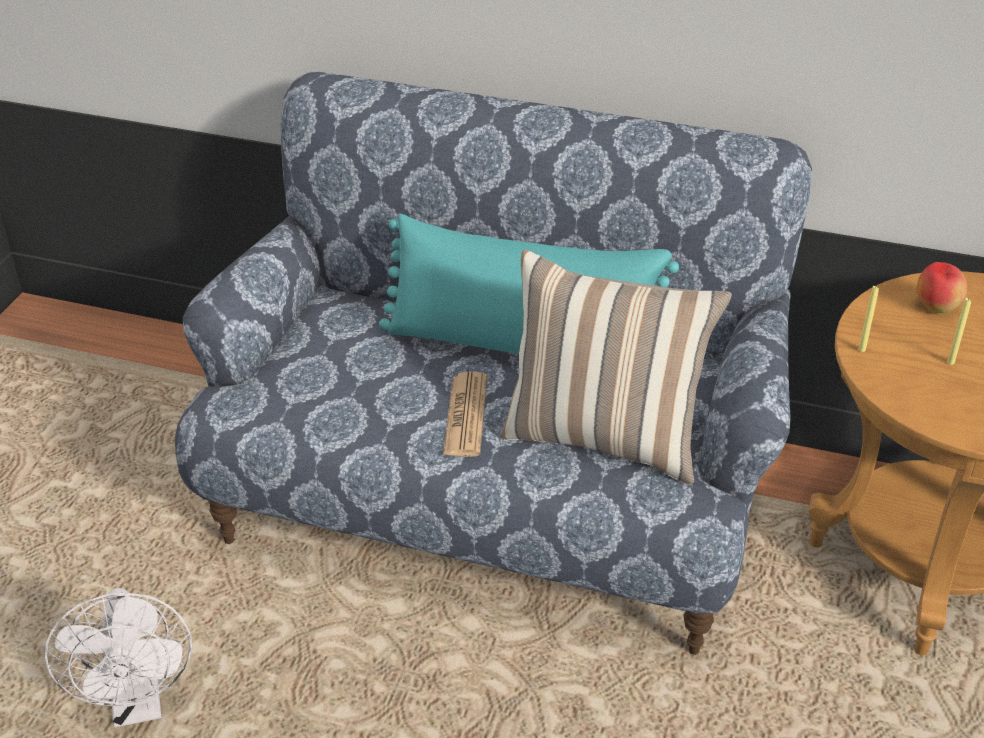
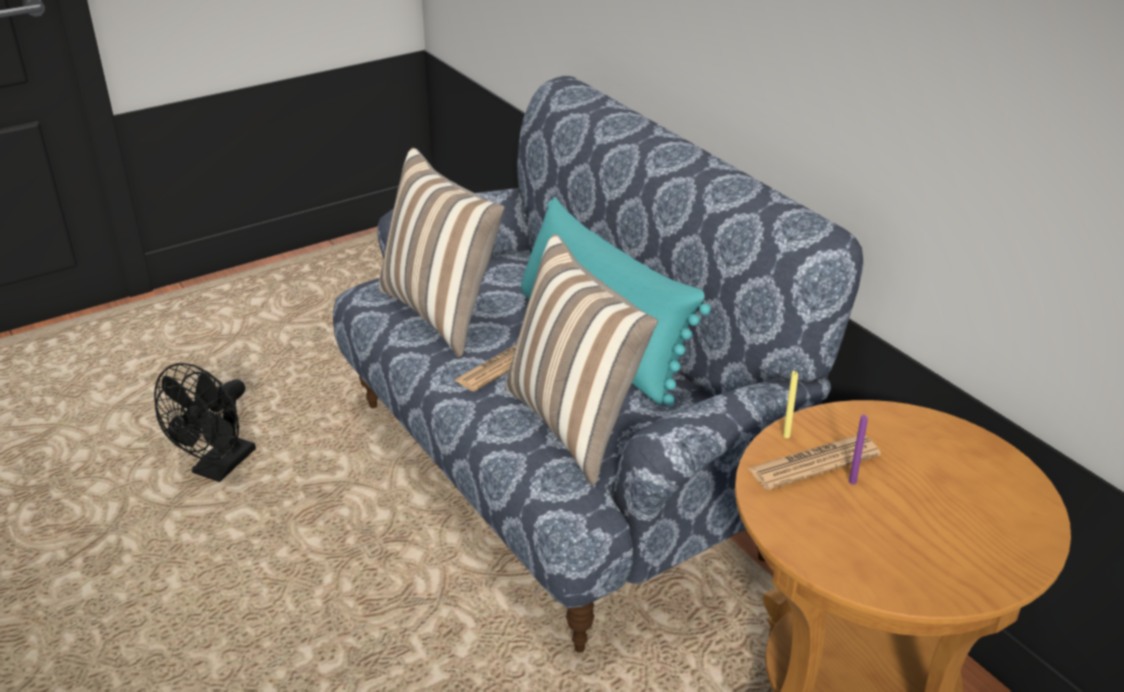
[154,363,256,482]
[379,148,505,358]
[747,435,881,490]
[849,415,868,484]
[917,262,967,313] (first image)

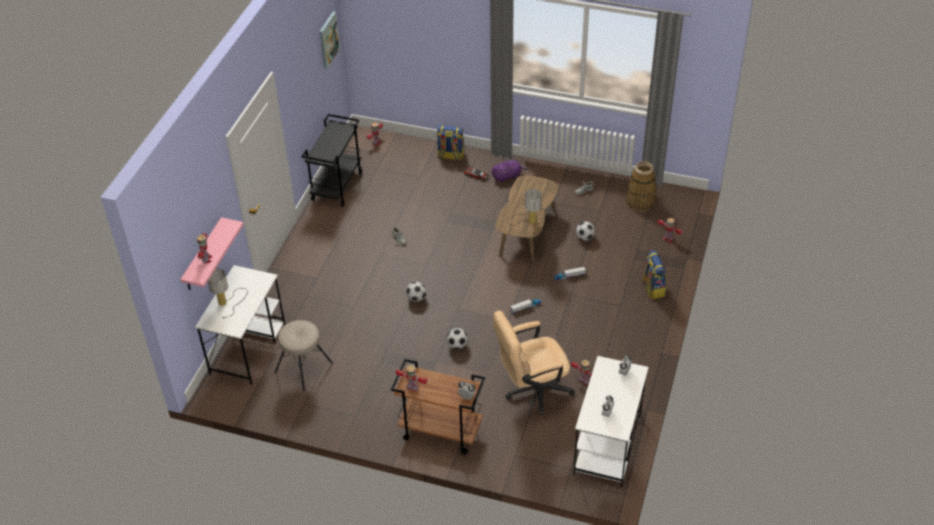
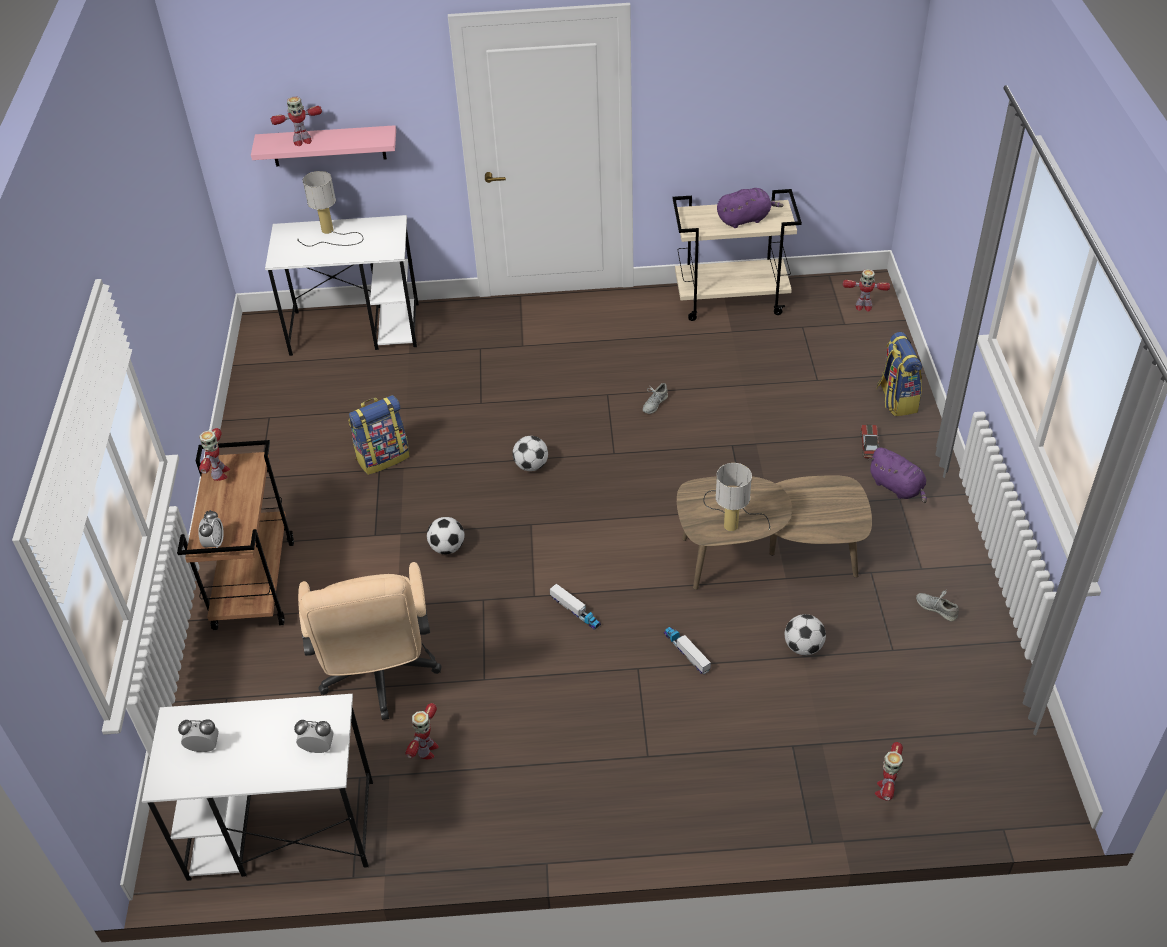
[298,562,442,720]
[348,395,410,475]
[673,189,802,321]
[717,188,783,228]
[274,320,333,391] (first image)
[319,12,340,68] (first image)
[626,161,656,212] (first image)

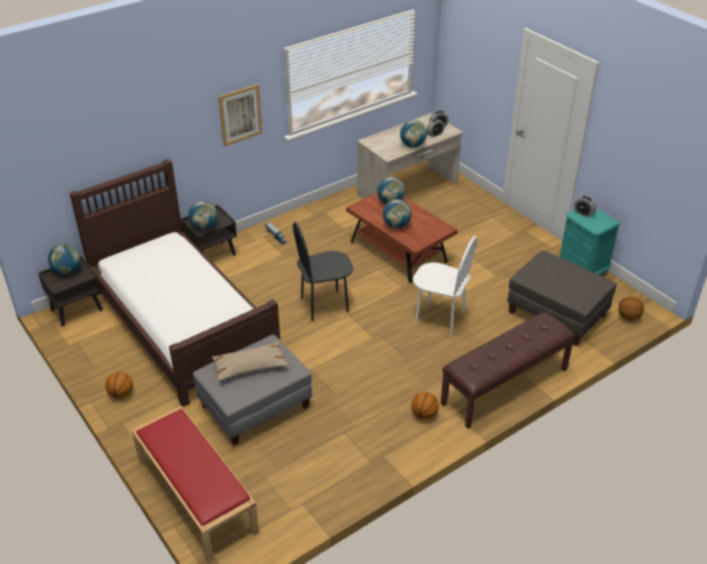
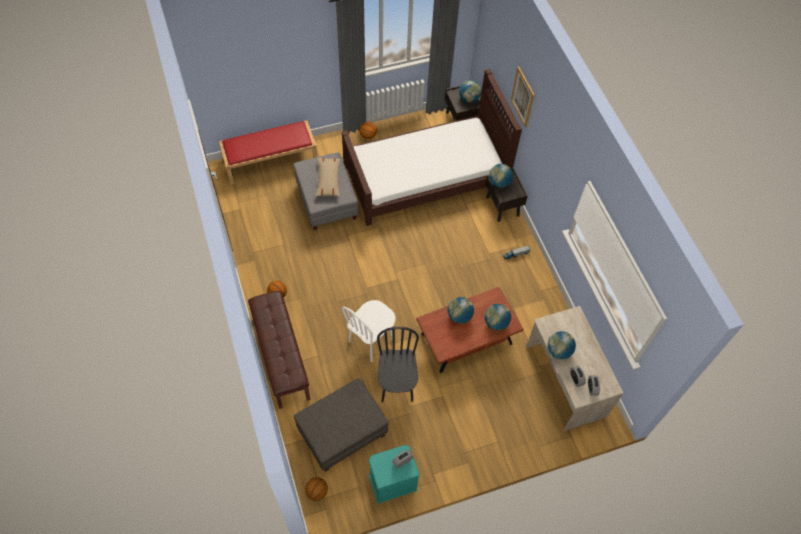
[377,327,419,403]
[511,67,535,128]

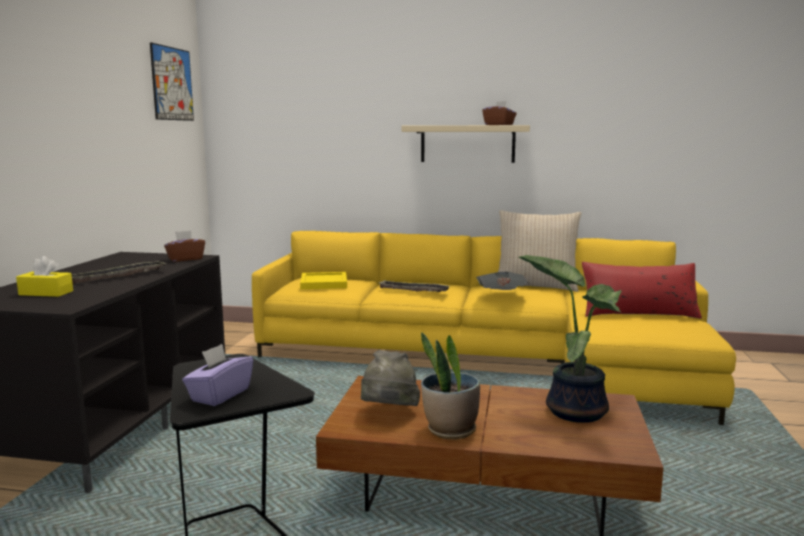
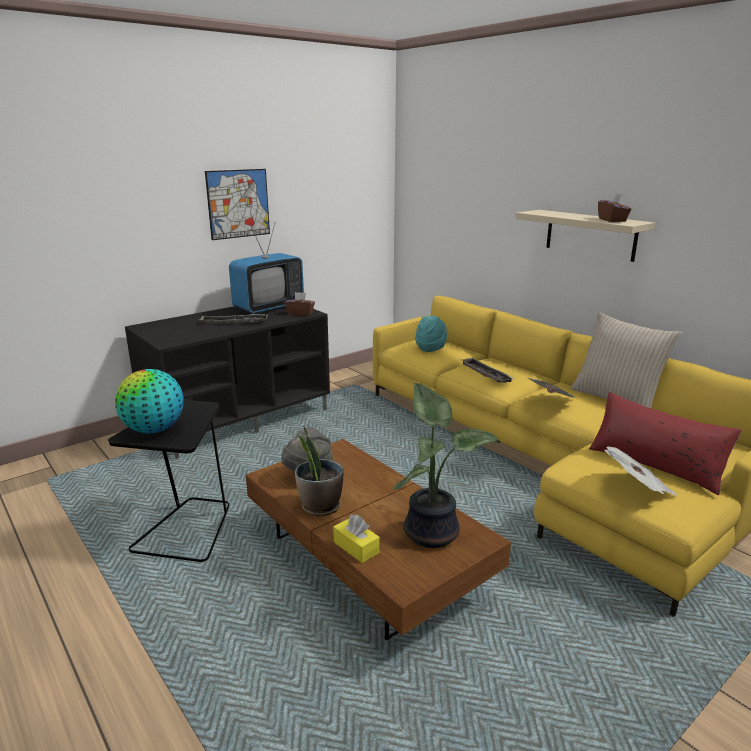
[115,369,183,434]
[205,169,270,240]
[229,222,304,314]
[333,514,380,563]
[415,315,447,352]
[604,447,678,495]

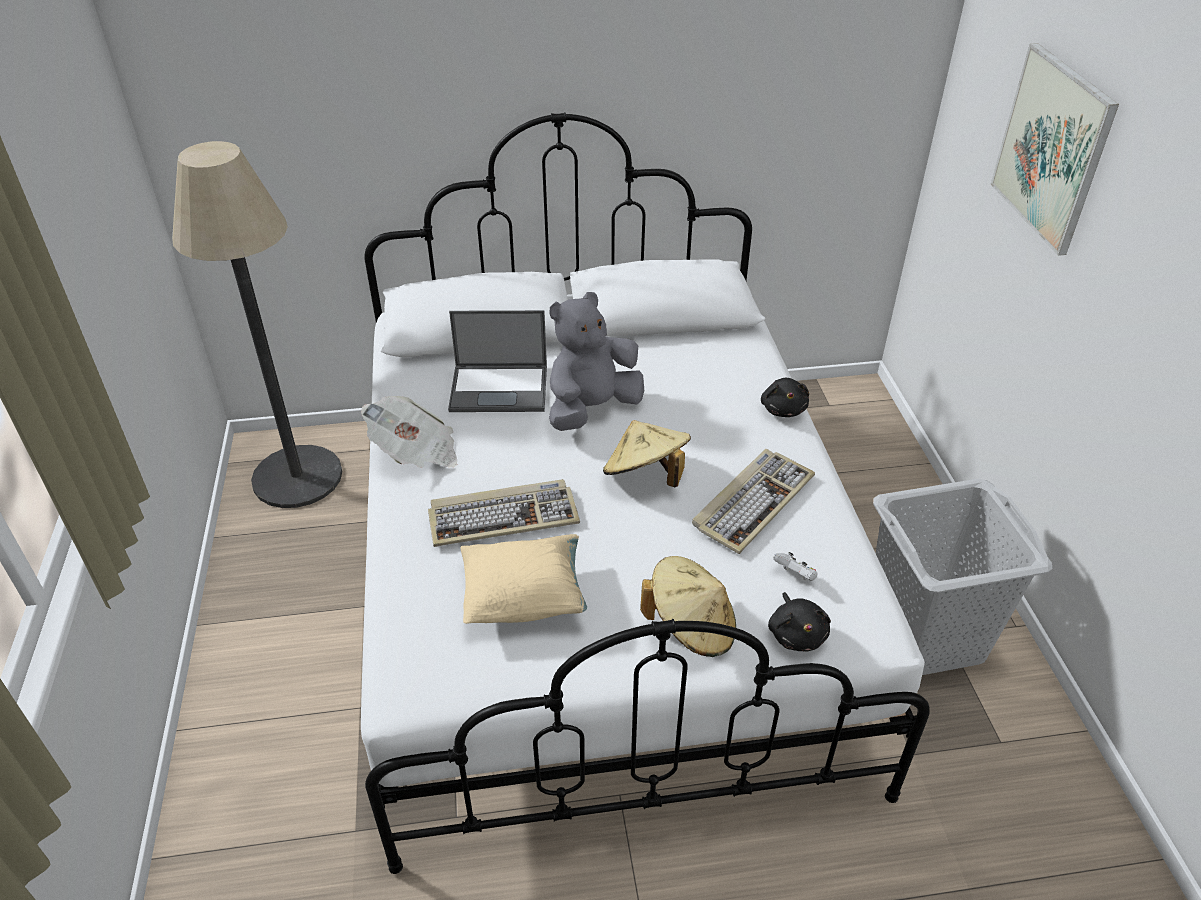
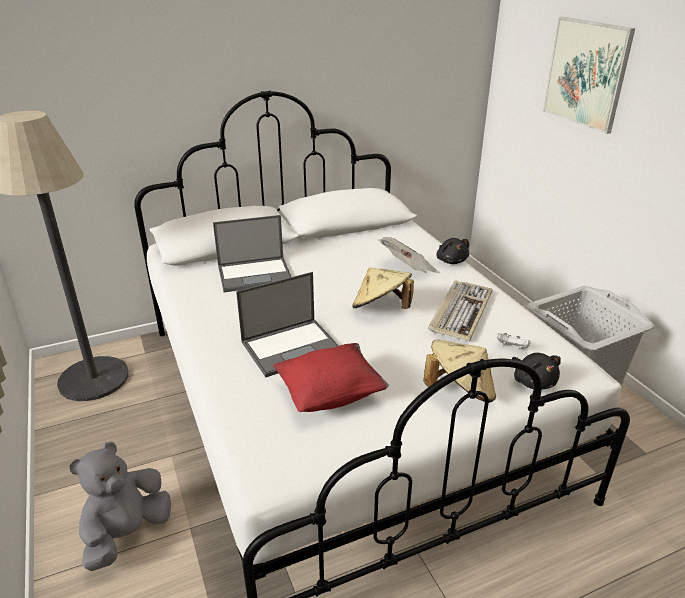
[70,442,171,571]
[236,272,339,377]
[273,343,389,412]
[378,237,440,273]

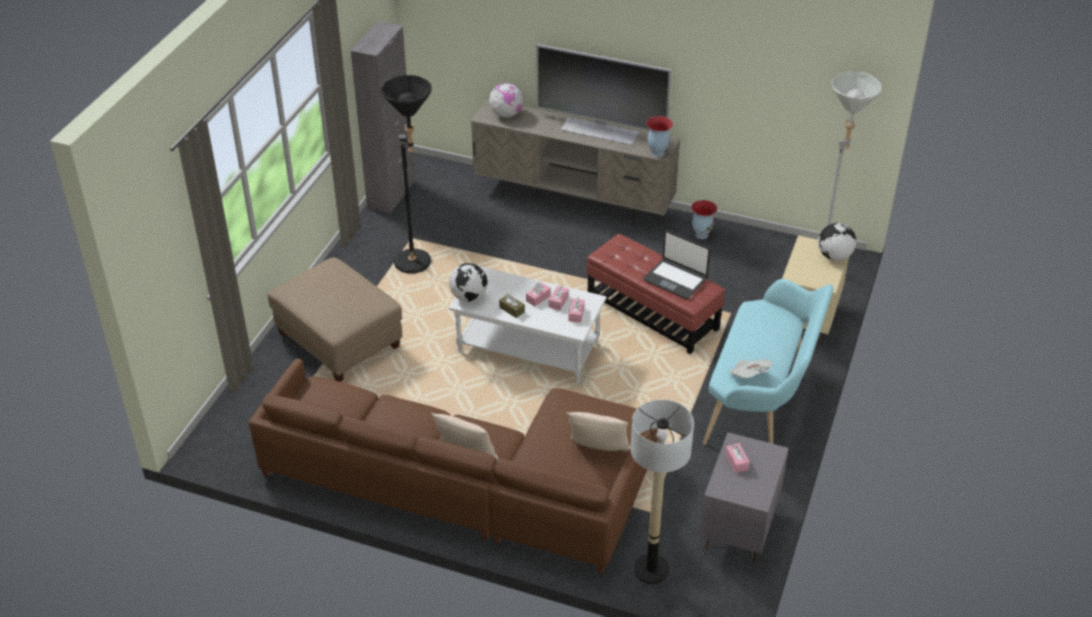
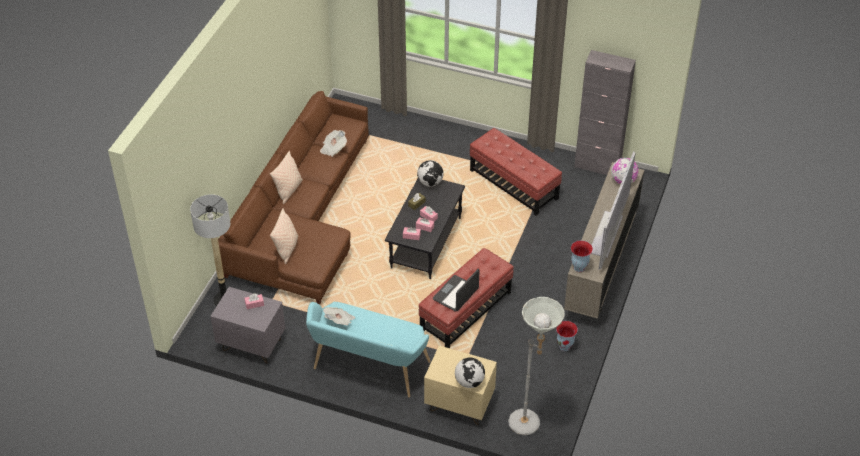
[320,130,347,157]
[385,179,465,279]
[470,128,562,216]
[267,257,402,382] (first image)

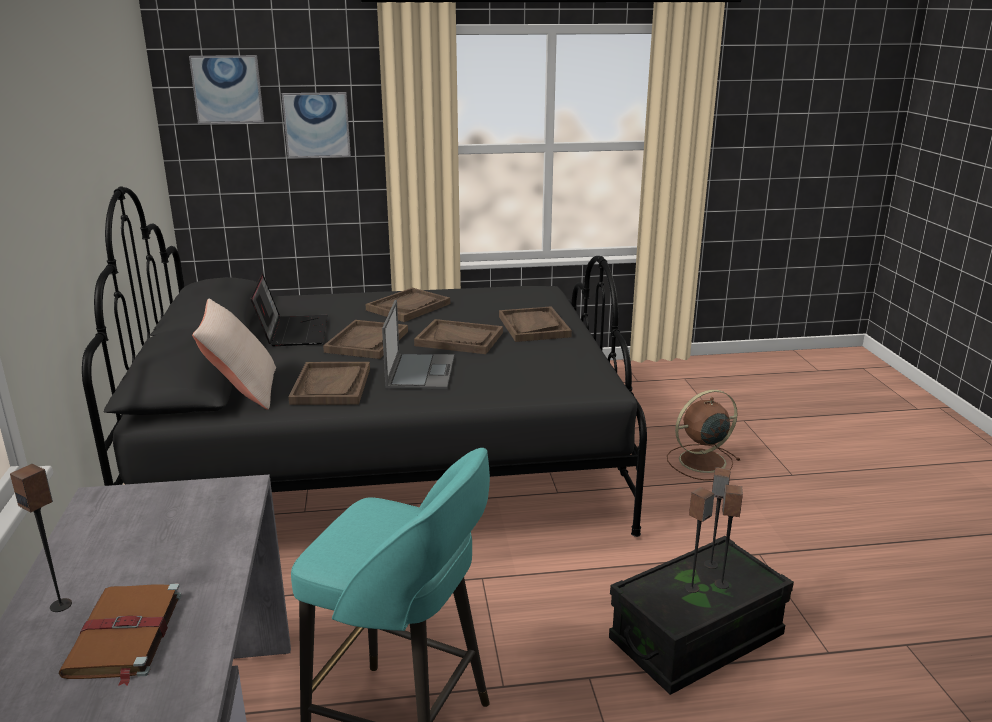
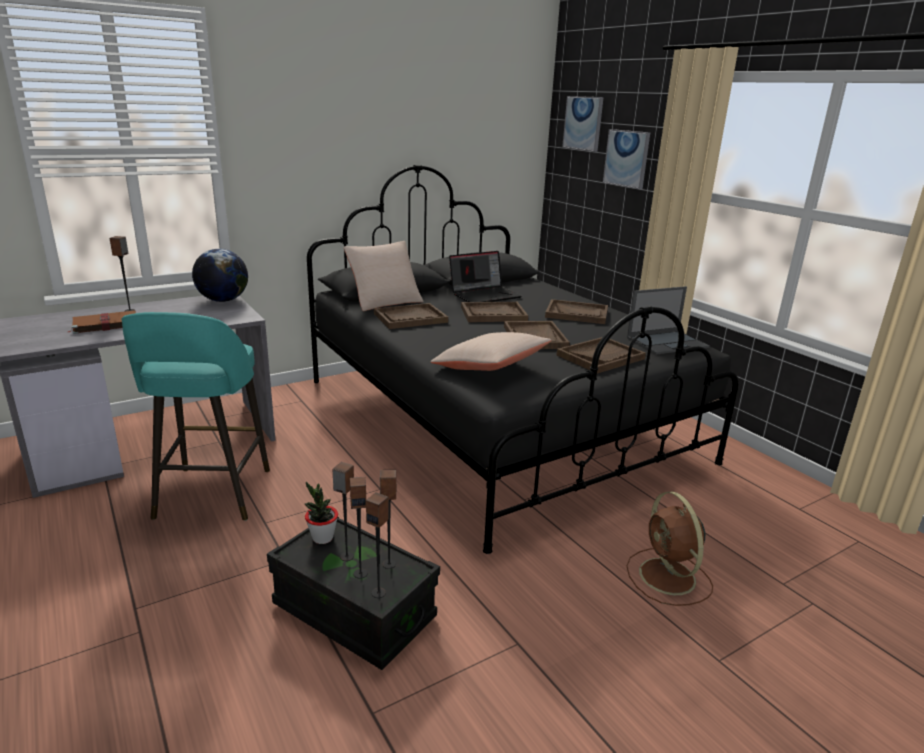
[192,249,248,302]
[304,482,338,544]
[366,492,389,598]
[430,332,552,371]
[627,286,710,355]
[627,492,713,606]

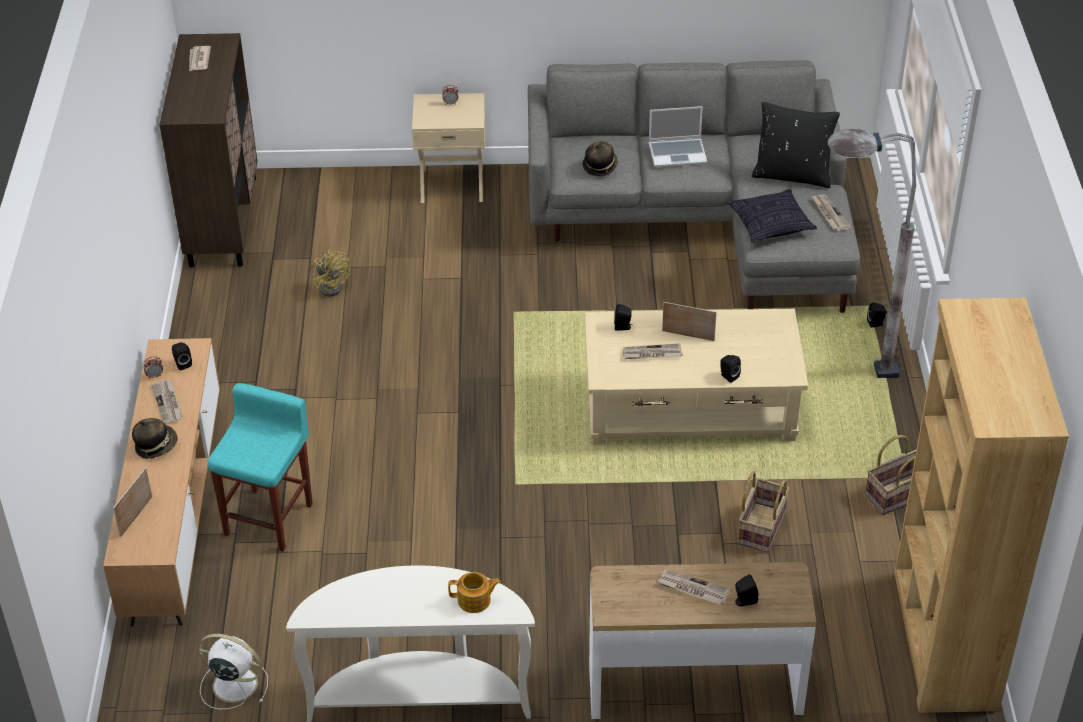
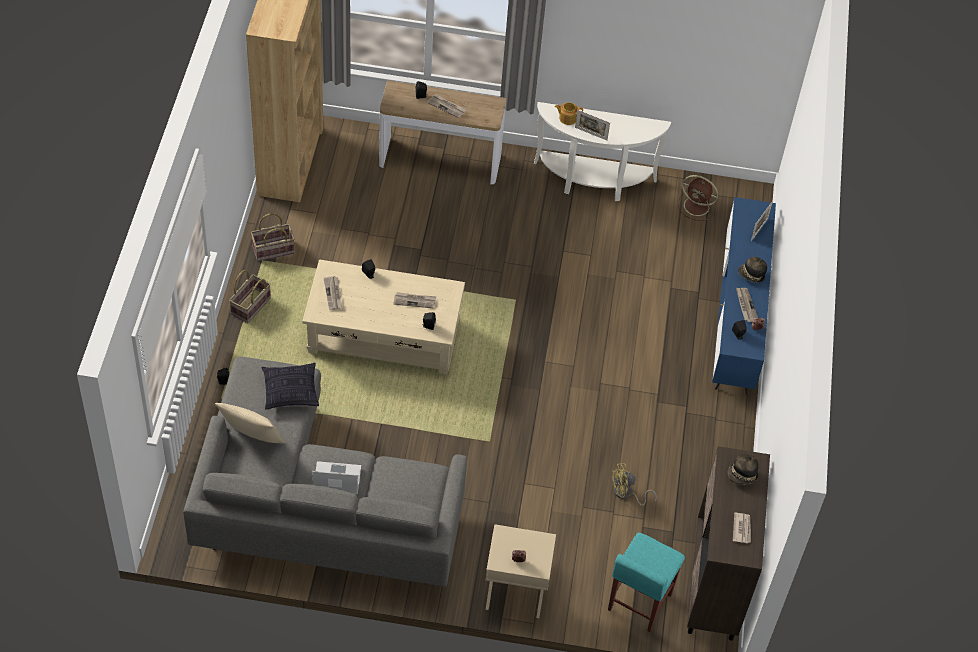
[215,403,286,444]
[229,270,271,323]
[323,276,342,310]
[575,110,610,140]
[608,533,685,632]
[611,463,657,506]
[678,175,718,221]
[712,197,776,395]
[728,454,759,485]
[828,129,916,378] (first image)

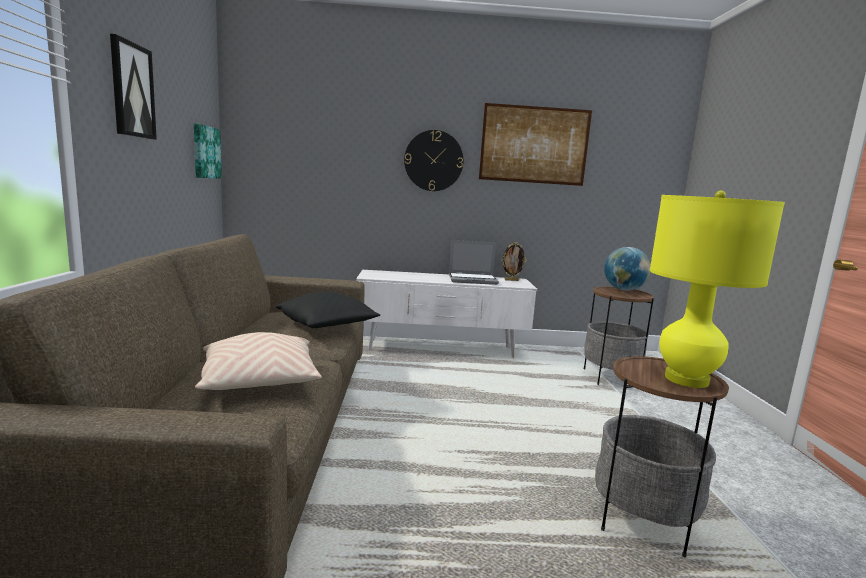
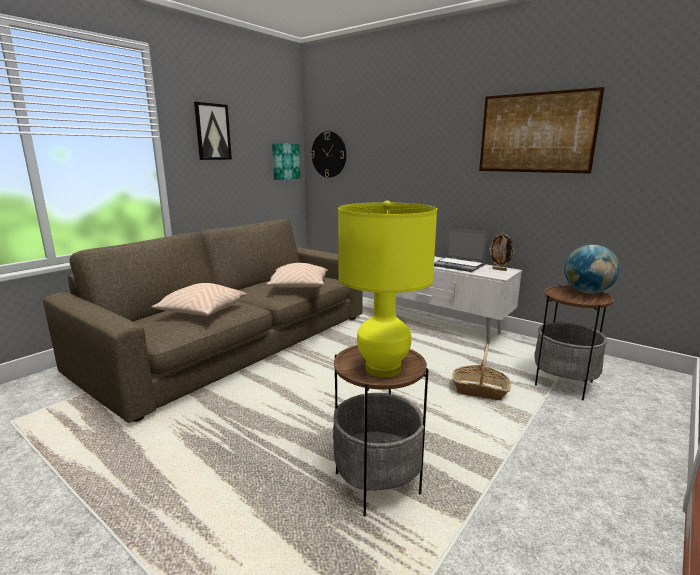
[267,263,328,288]
[311,131,346,178]
[453,345,511,400]

